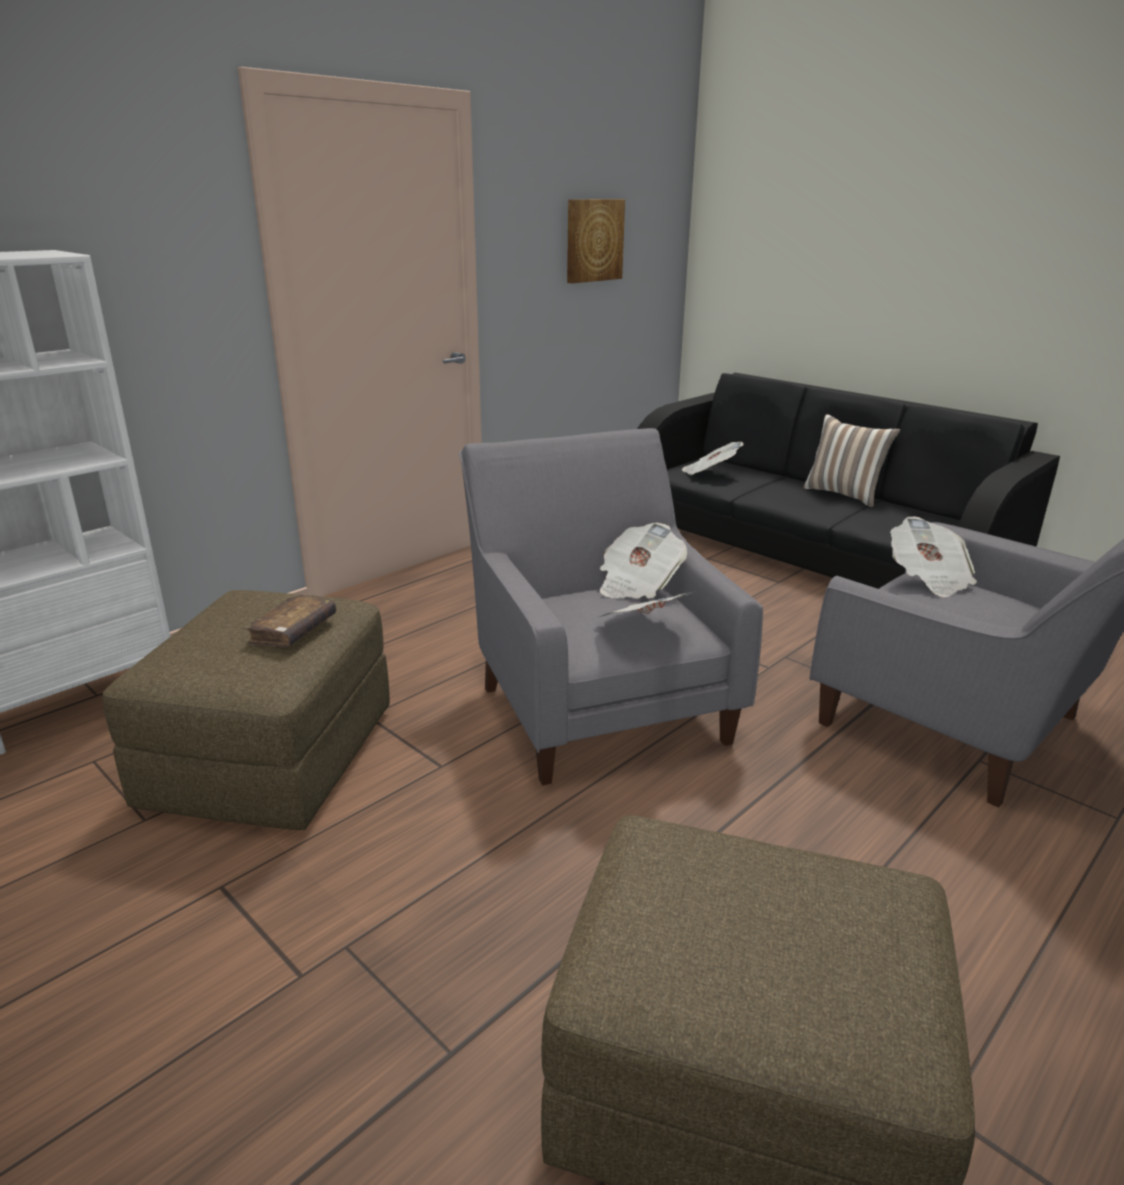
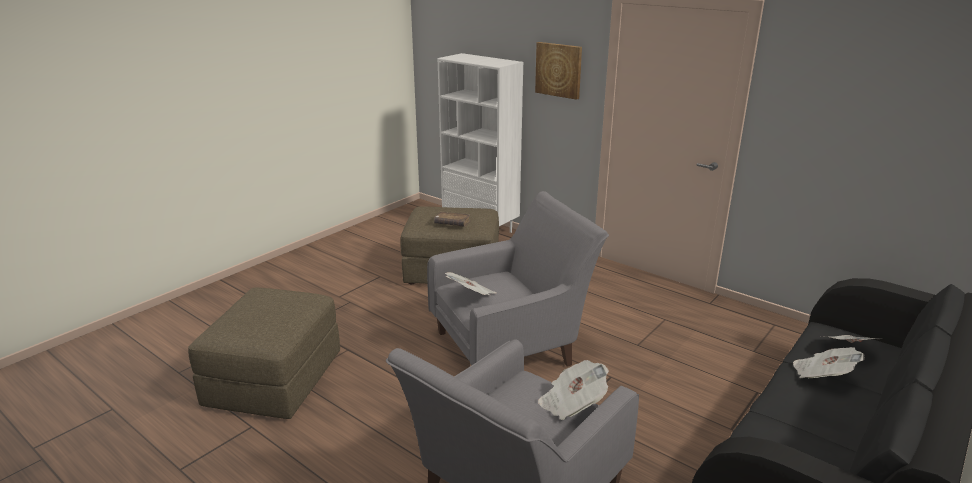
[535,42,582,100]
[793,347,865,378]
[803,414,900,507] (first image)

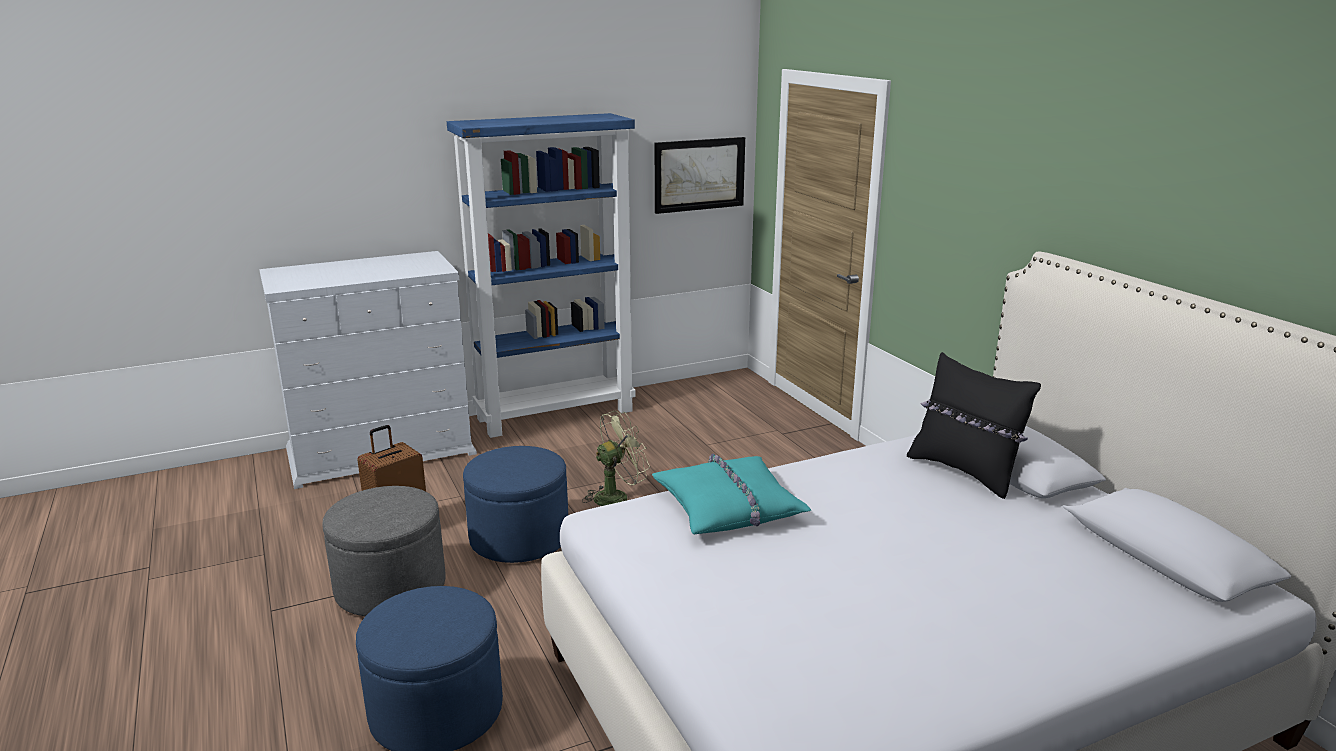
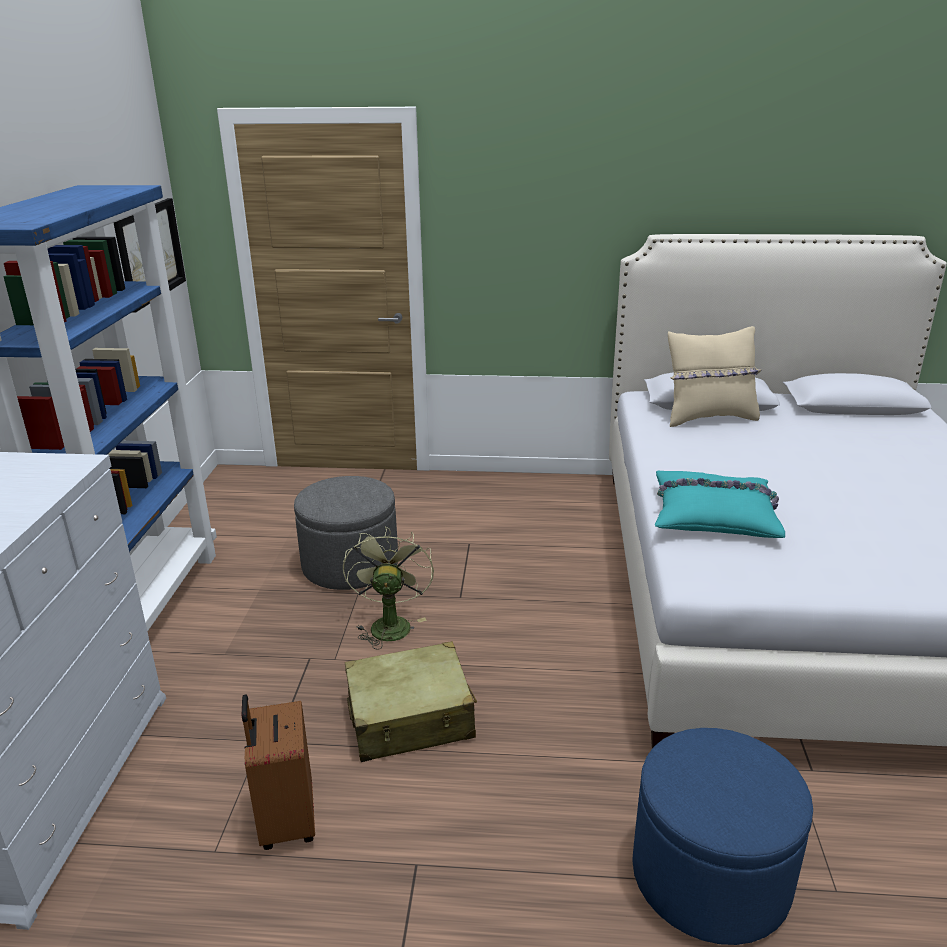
[294,476,398,590]
[345,641,477,762]
[668,326,761,427]

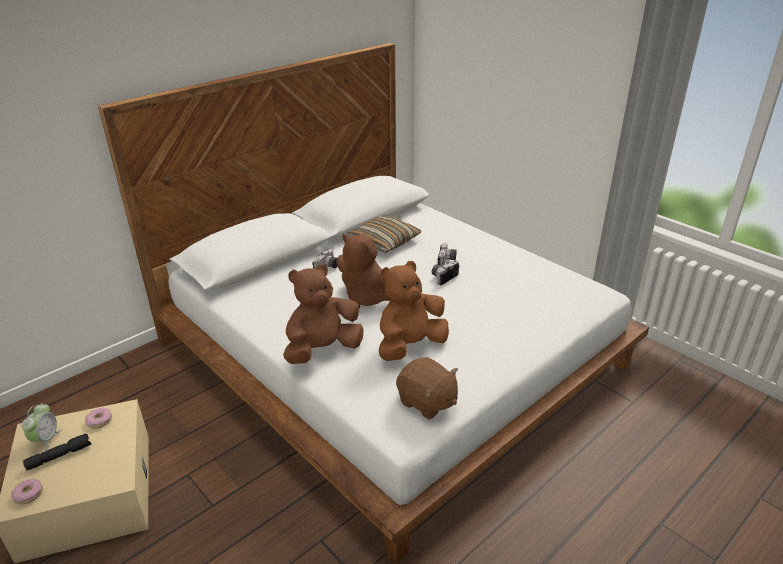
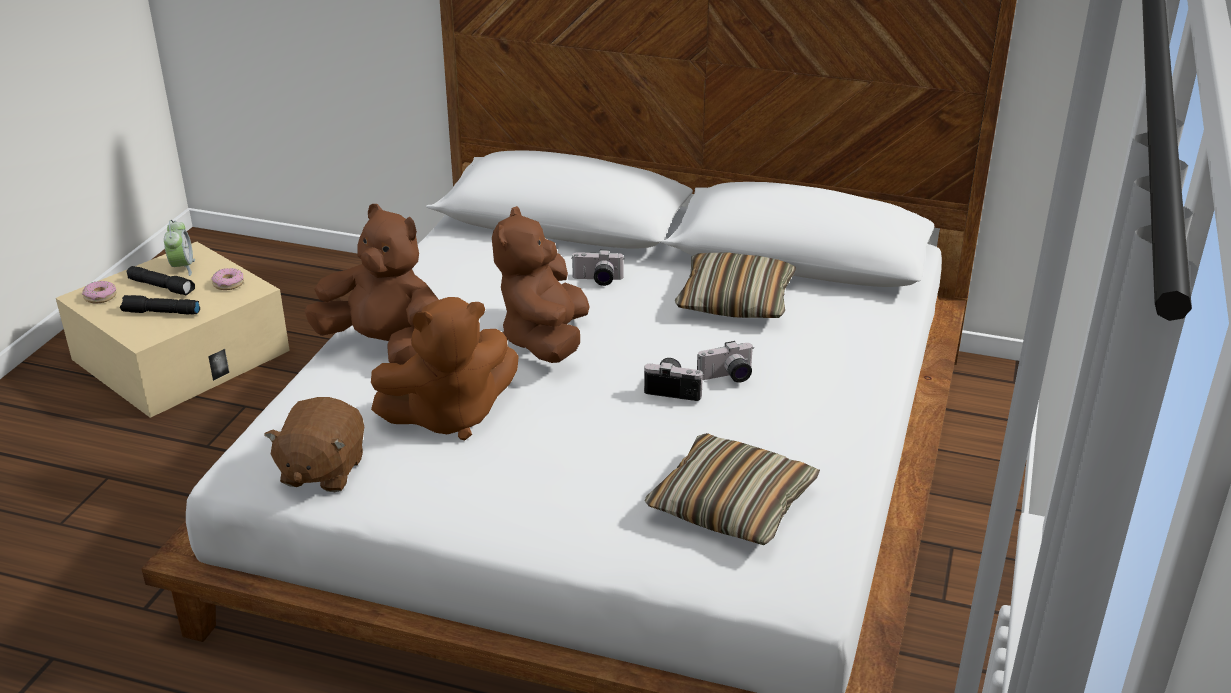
[120,295,200,315]
[164,220,195,276]
[371,297,519,440]
[645,433,820,545]

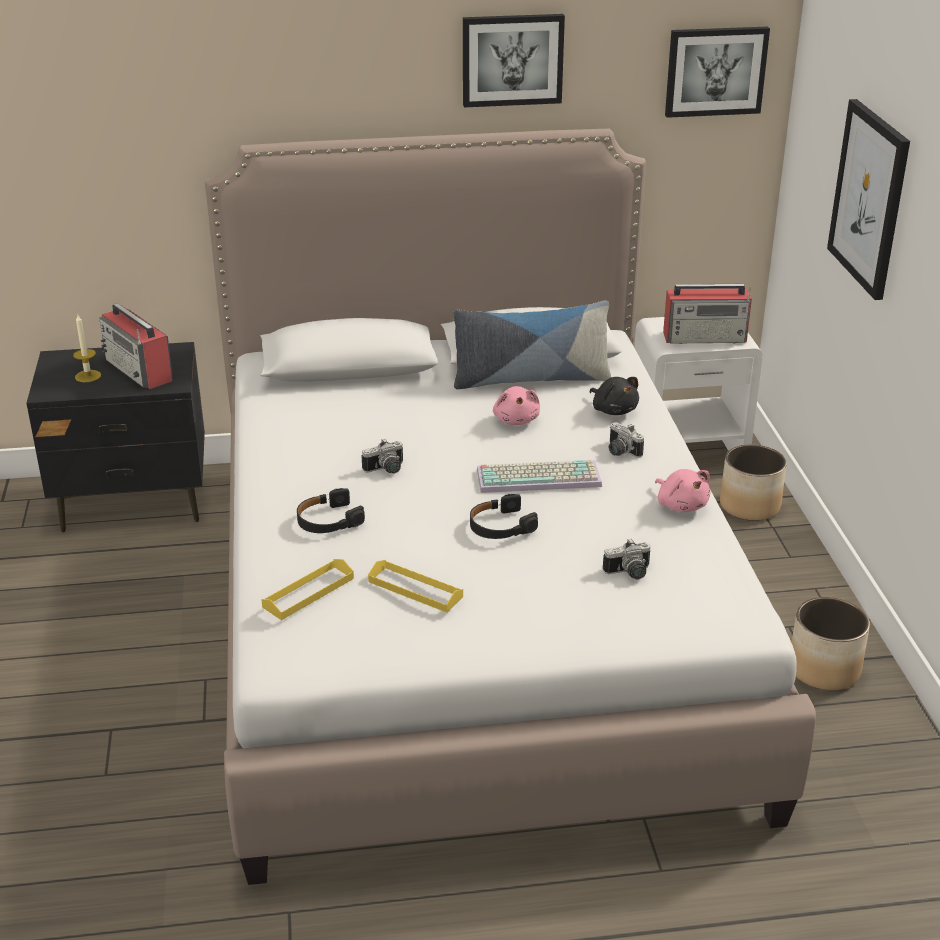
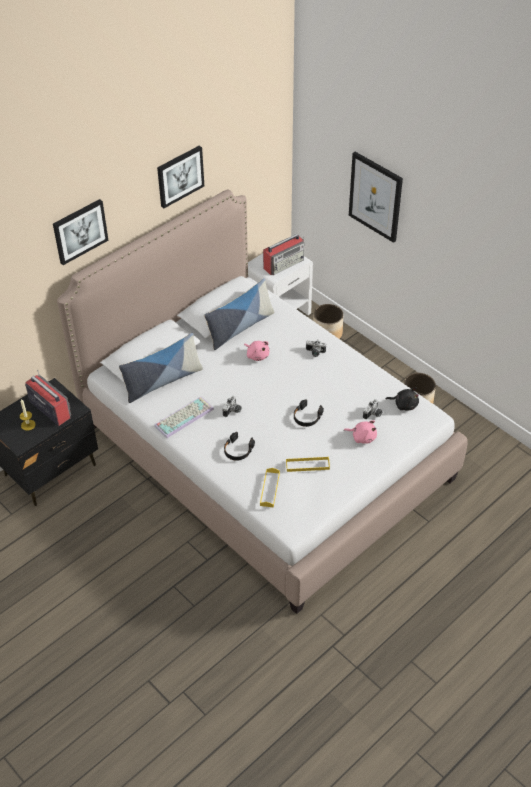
[25,370,71,426]
[53,199,109,265]
[119,333,203,403]
[154,396,214,438]
[344,420,377,444]
[386,387,419,411]

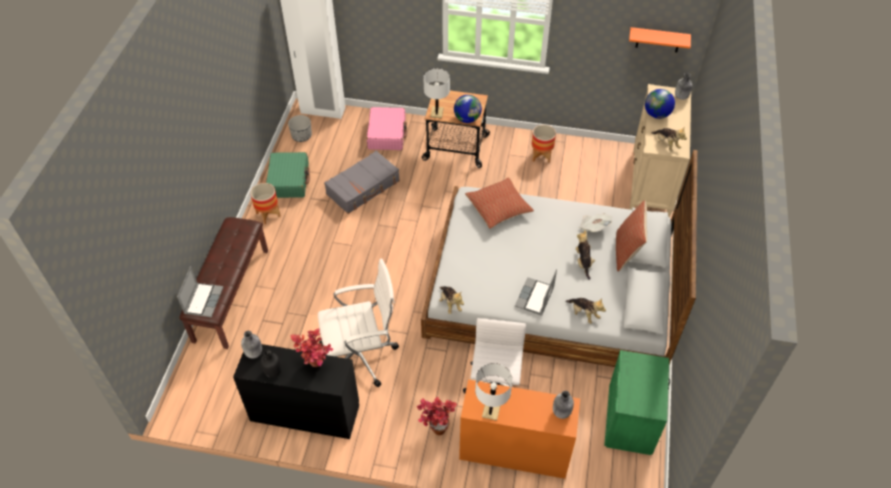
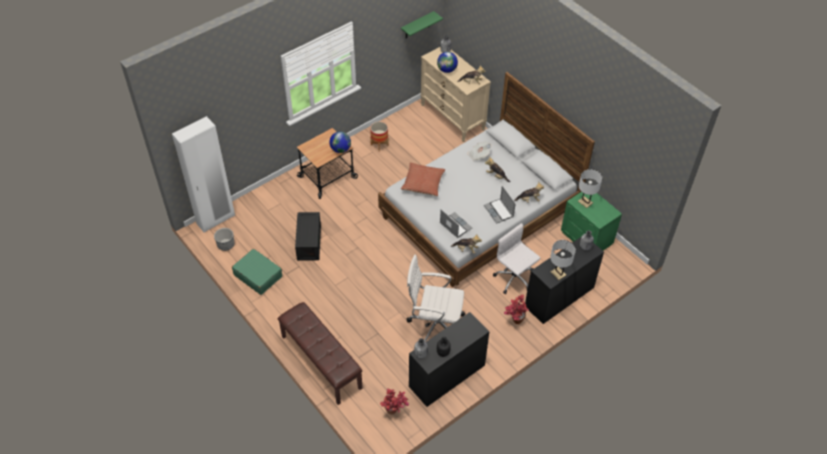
[295,212,321,261]
[380,389,409,415]
[401,11,443,38]
[407,255,465,342]
[440,209,472,238]
[525,236,604,324]
[578,169,602,208]
[250,183,281,224] (first image)
[367,107,407,150] (first image)
[616,200,647,272] (first image)

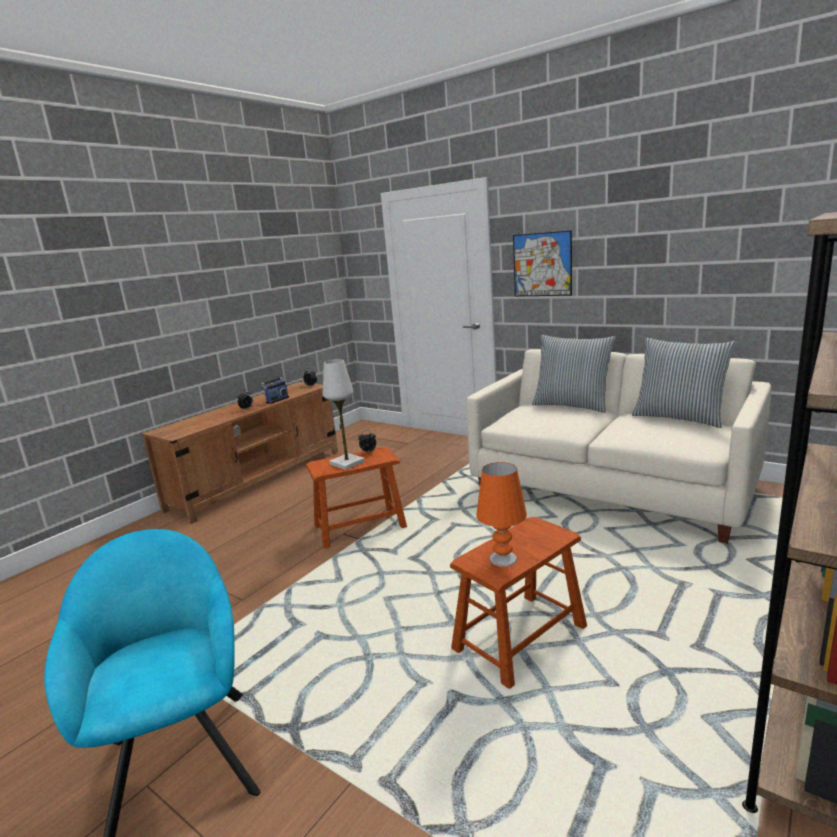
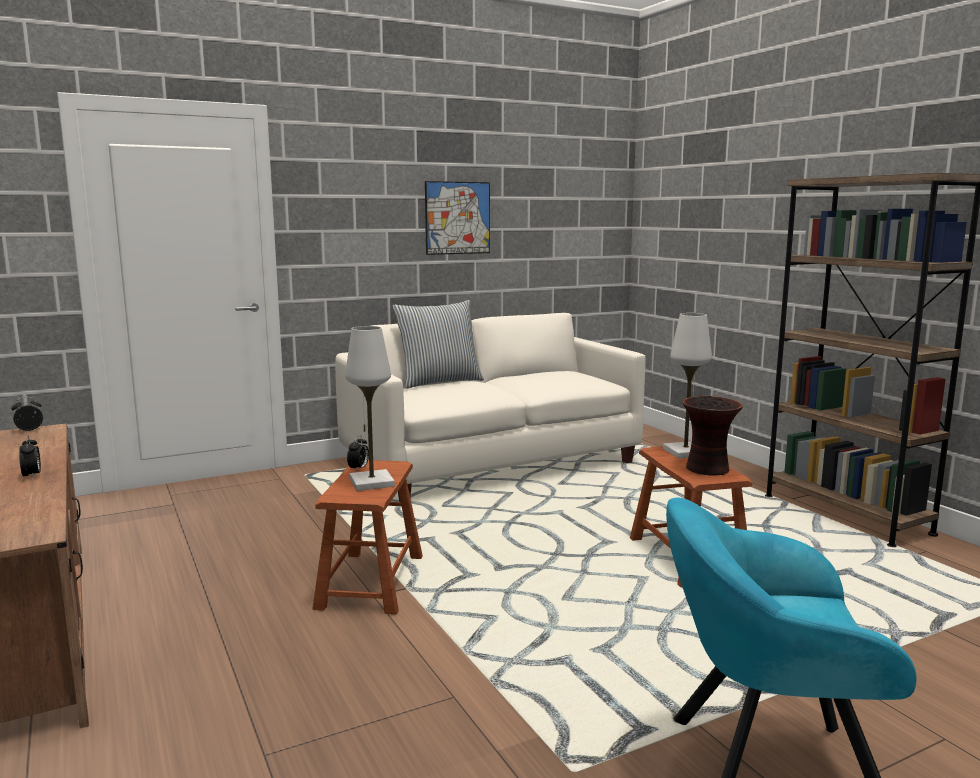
[425,181,490,255]
[663,313,712,458]
[682,396,743,476]
[261,367,289,404] (first image)
[632,338,736,428] (first image)

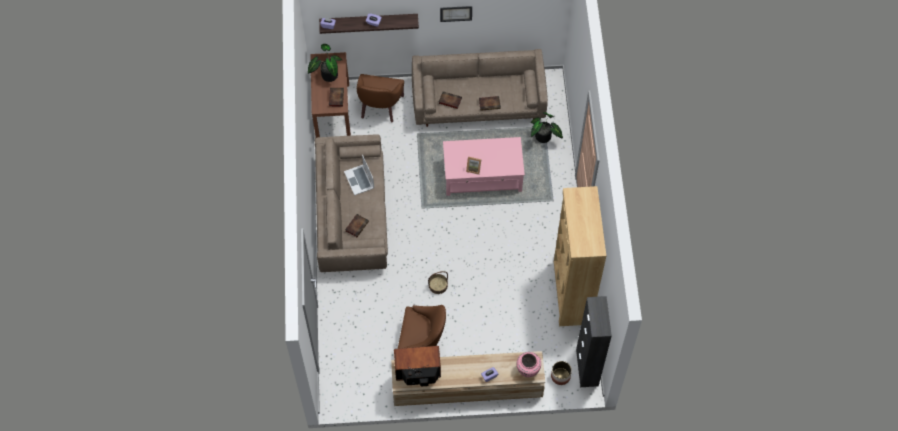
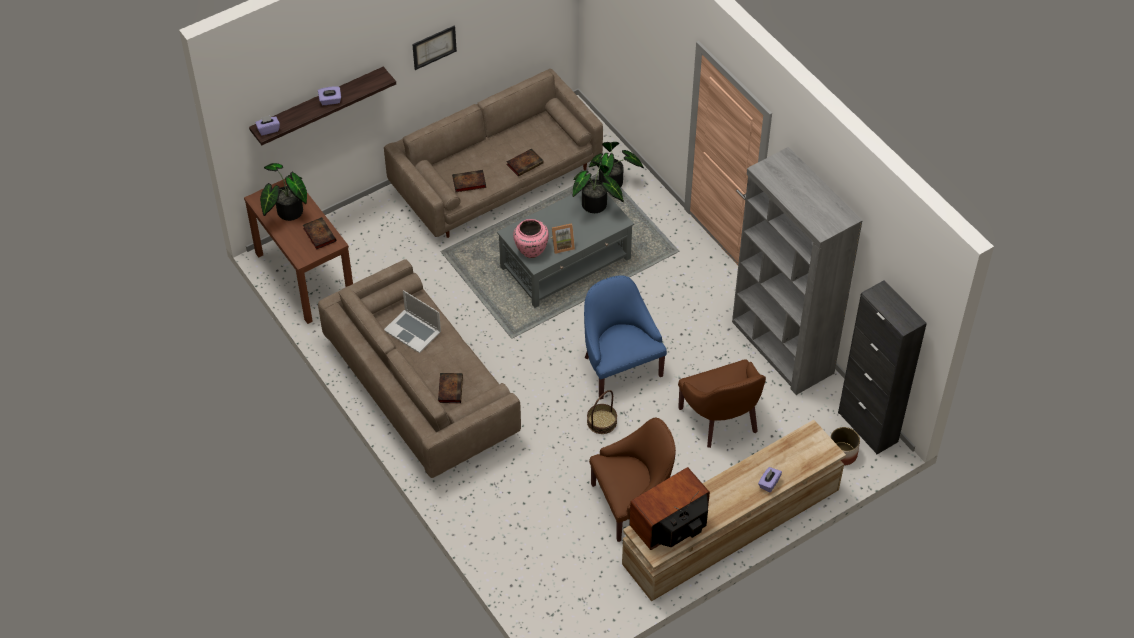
[497,190,634,308]
[513,219,549,258]
[573,161,624,213]
[584,275,667,400]
[678,359,766,448]
[732,147,863,395]

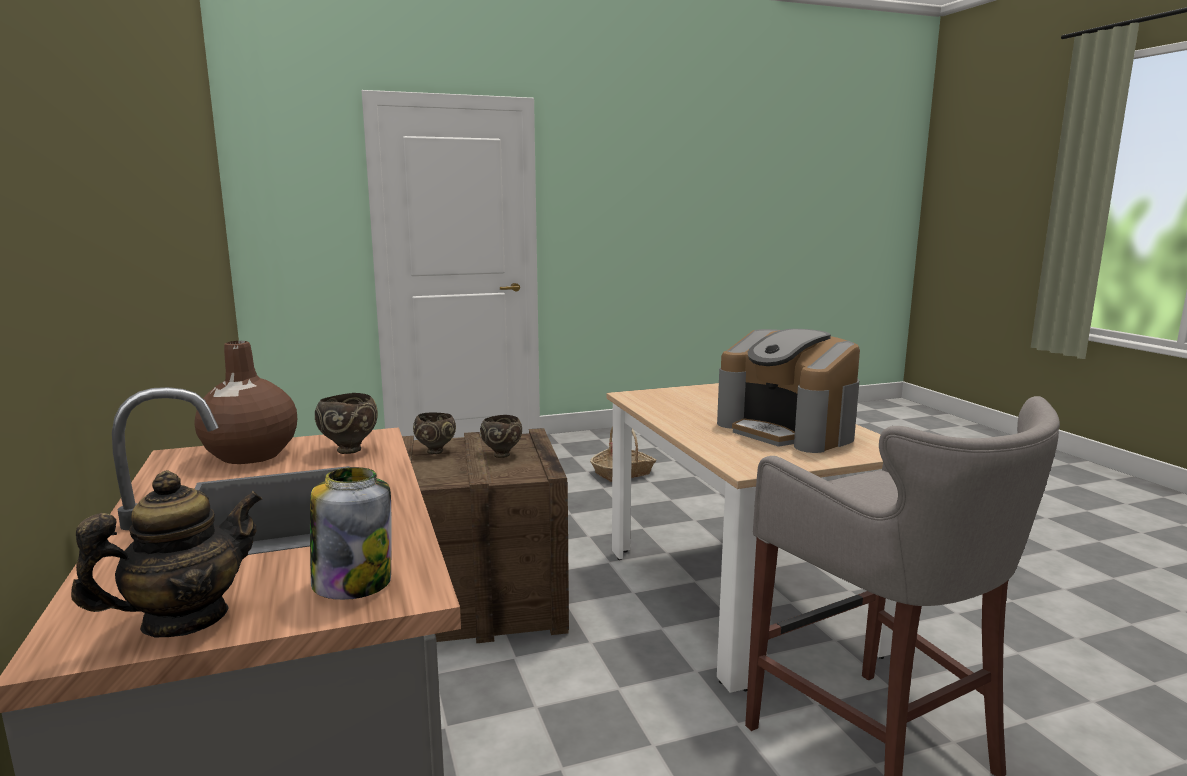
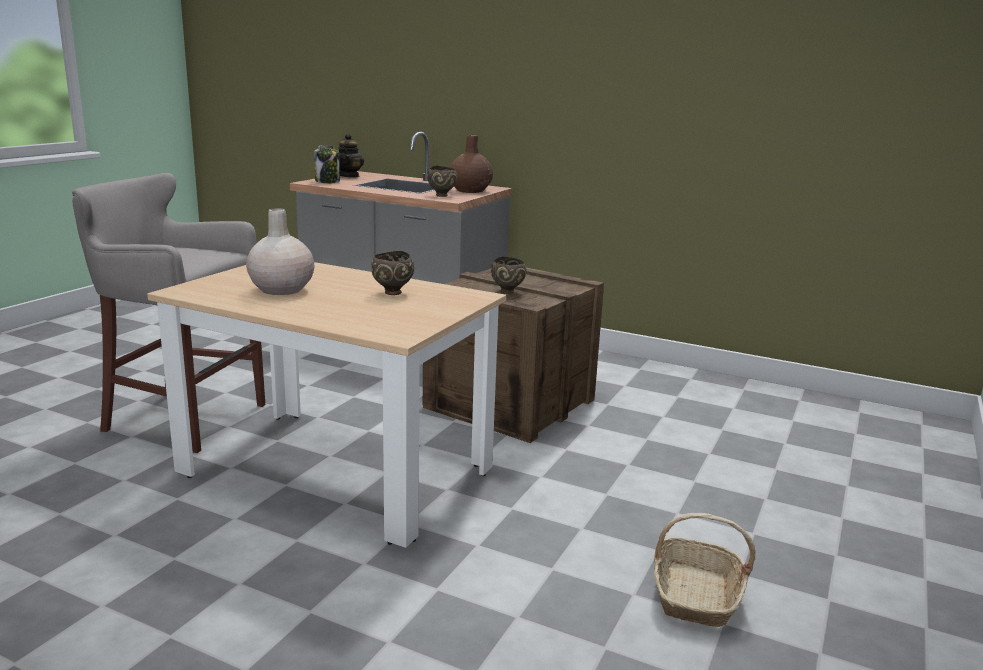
[246,208,314,295]
[371,251,414,295]

